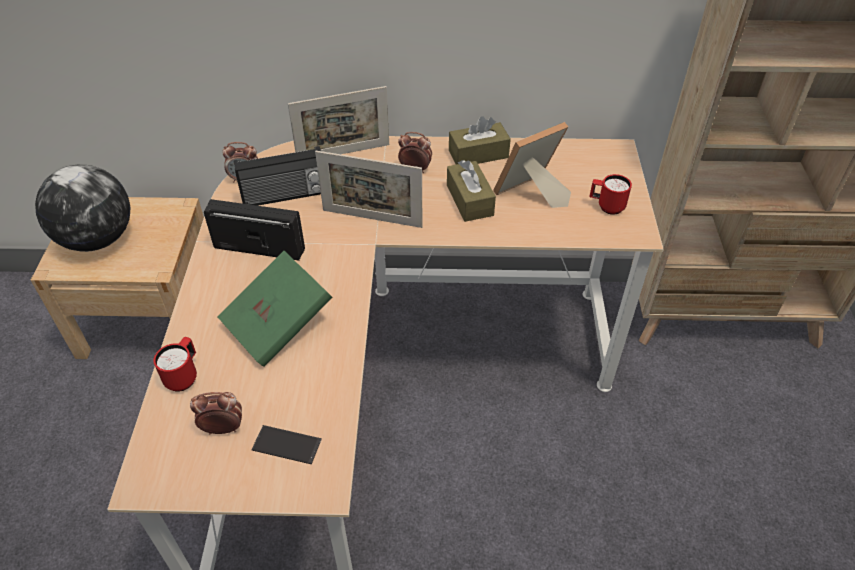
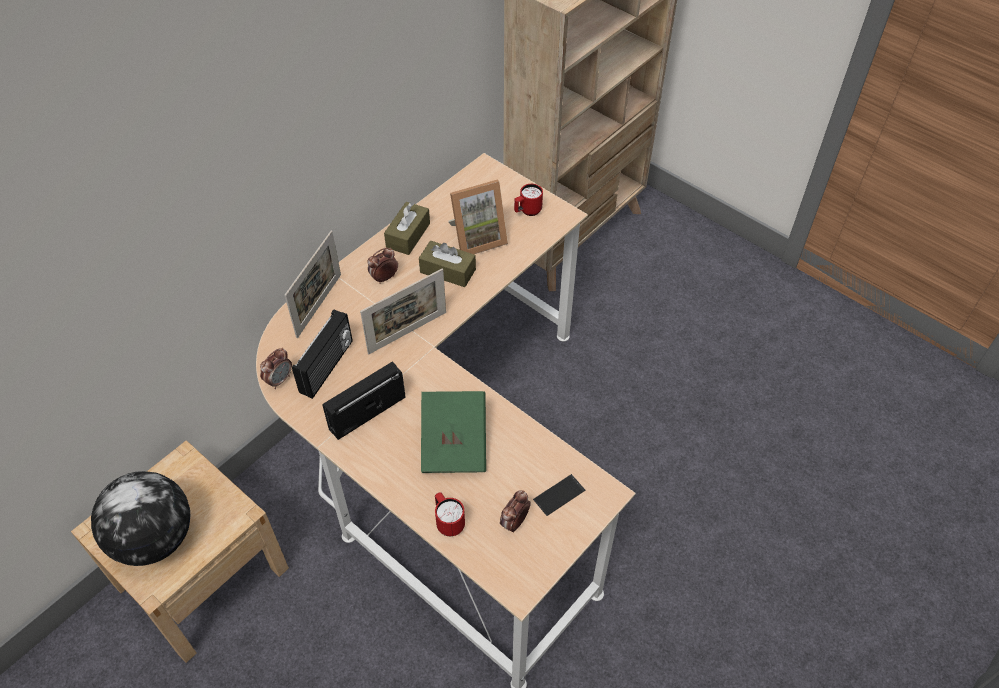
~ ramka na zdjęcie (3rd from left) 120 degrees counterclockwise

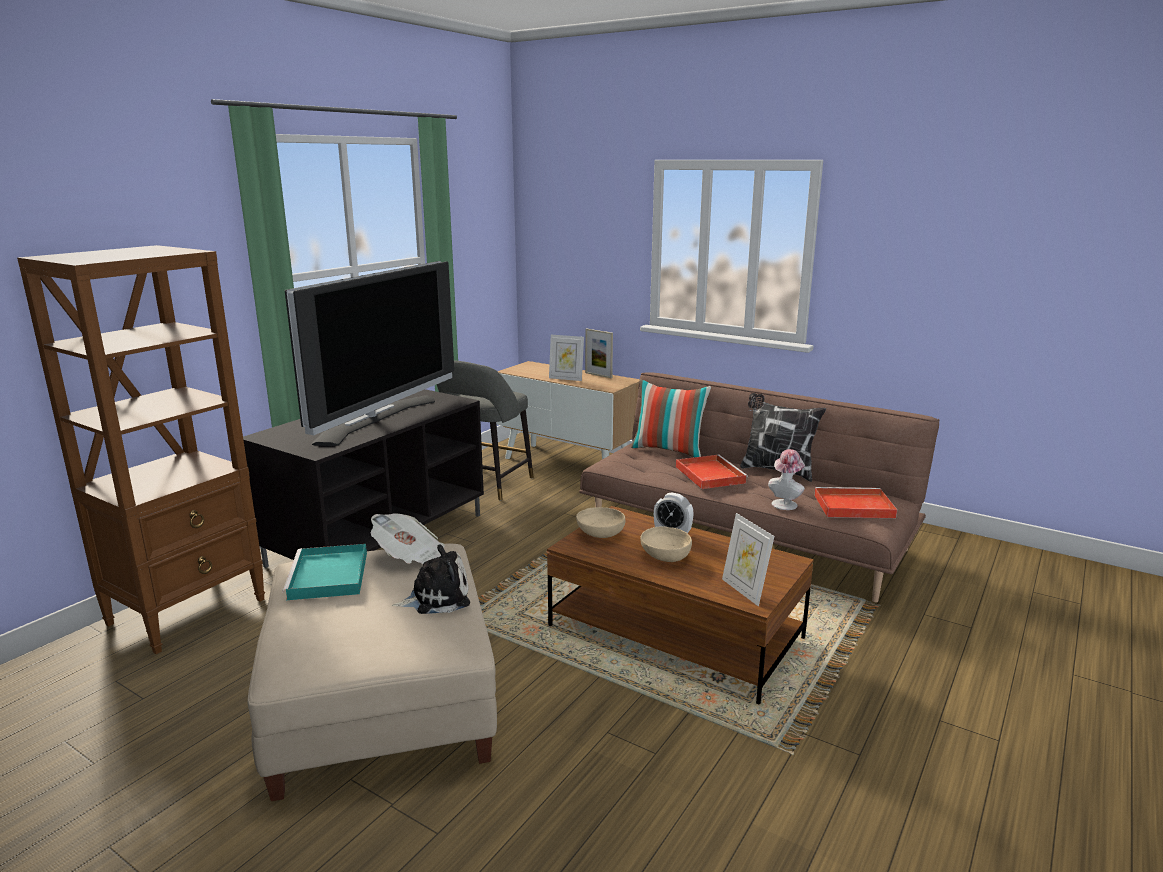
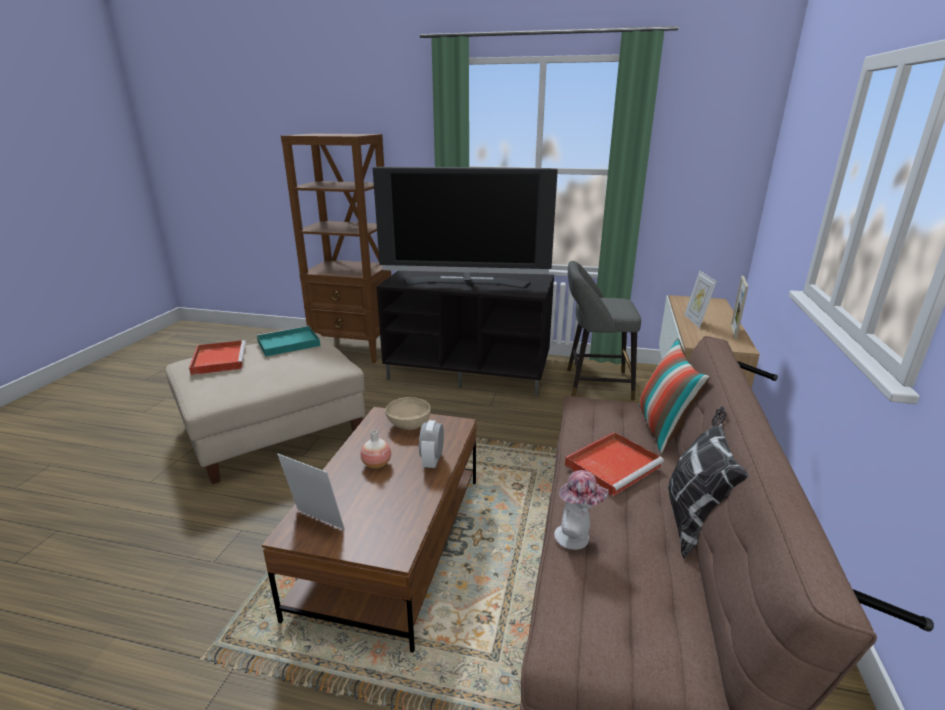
~ taca [czerwony] (2nd from left in the first image) to taca [czerwony] (1st from left)
~ ramka na zdjęcie (3rd from left in the first image) 75 degrees clockwise
~ miska [beżowy] (2nd from left) to wazon
- gazeta
- pluszak

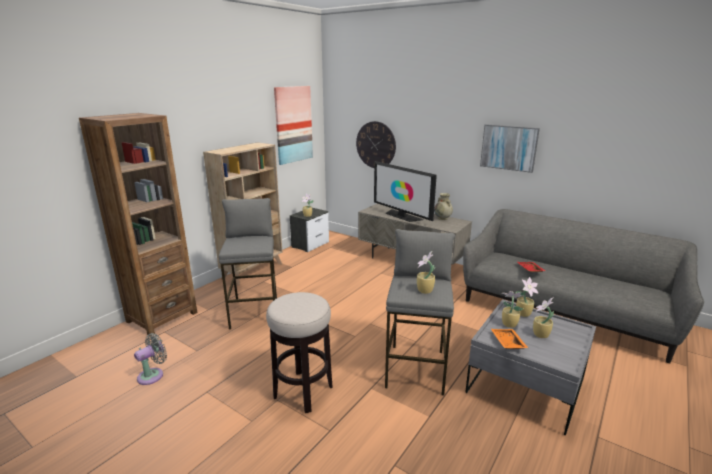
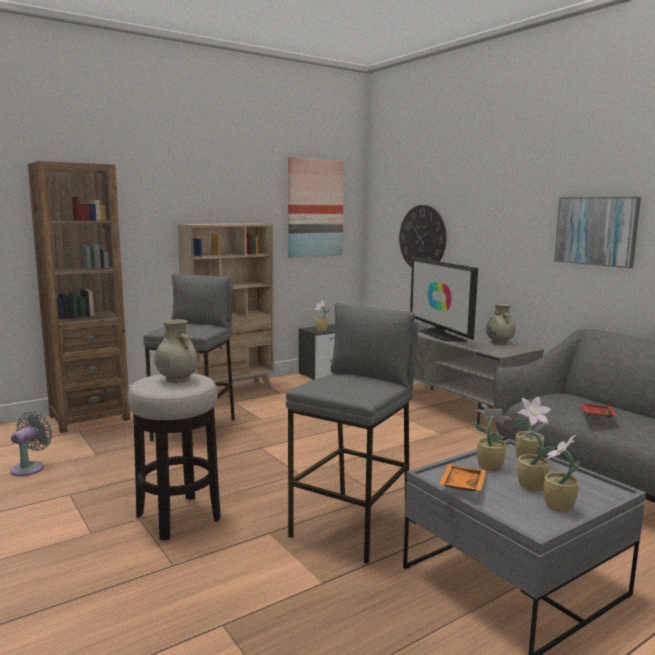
~ wentylator [szary] 45 degrees counterclockwise
+ wazon [beżowy] (1st from left)
~ roślina doniczkowa (2nd from left in the first image) to roślina doniczkowa (5th from left)

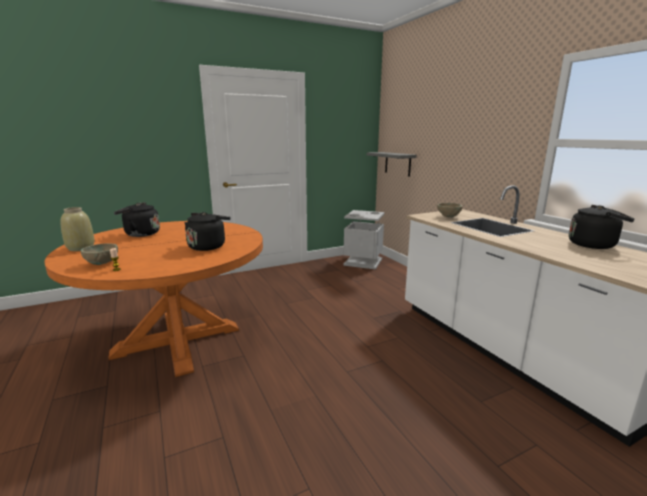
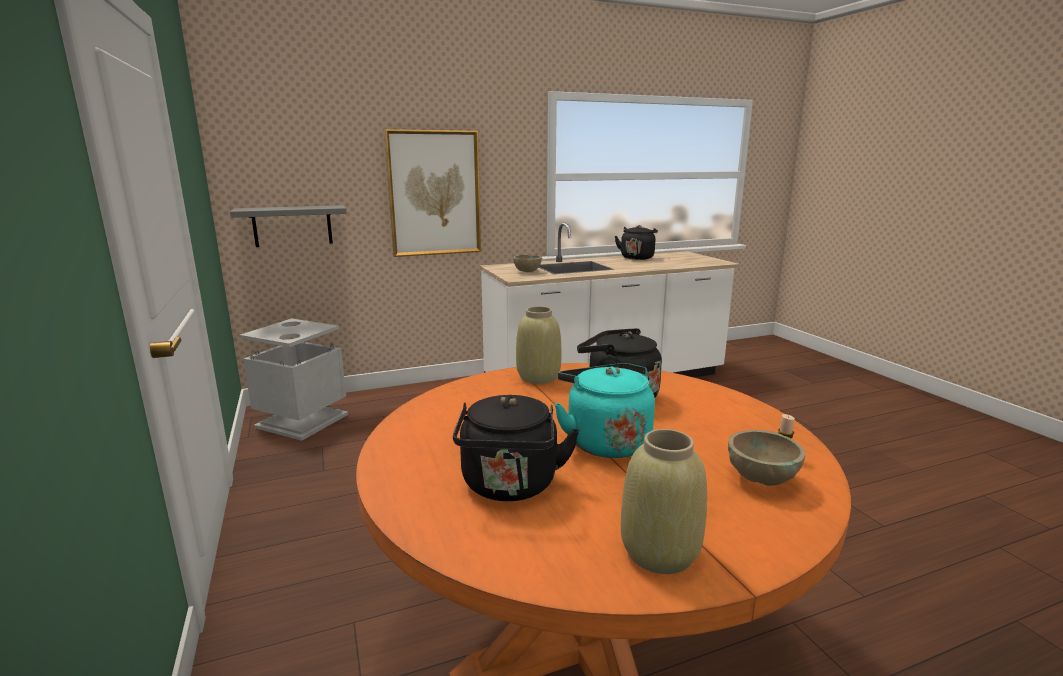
+ obraz
+ wazon [beżowy] (1st from left)
+ czajnik [turkusowy]

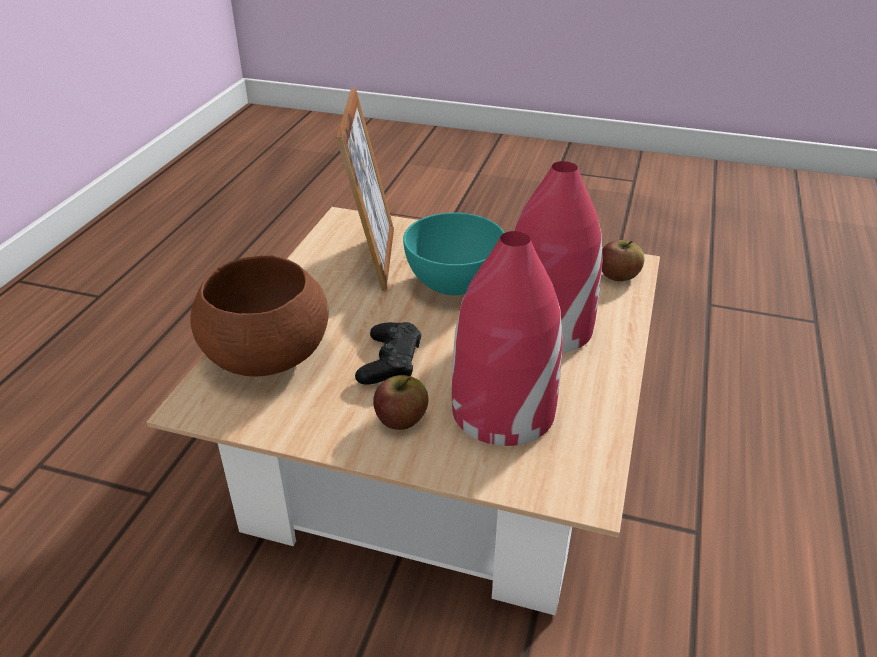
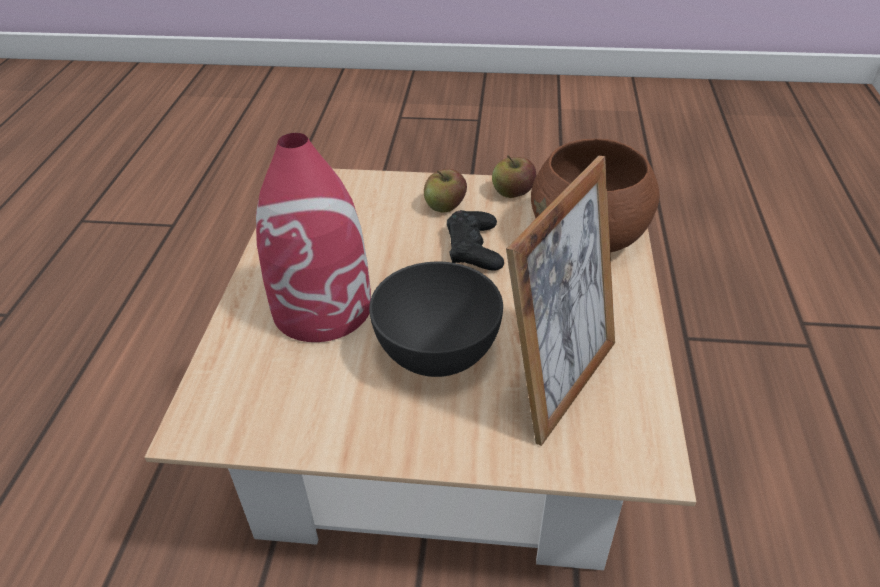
~ miska [turkusowy] to miska [szary]
~ jabłko (2nd from left)
~ ramka na zdjęcie 135 degrees counterclockwise
- wazon [czerwony] (1st from left)

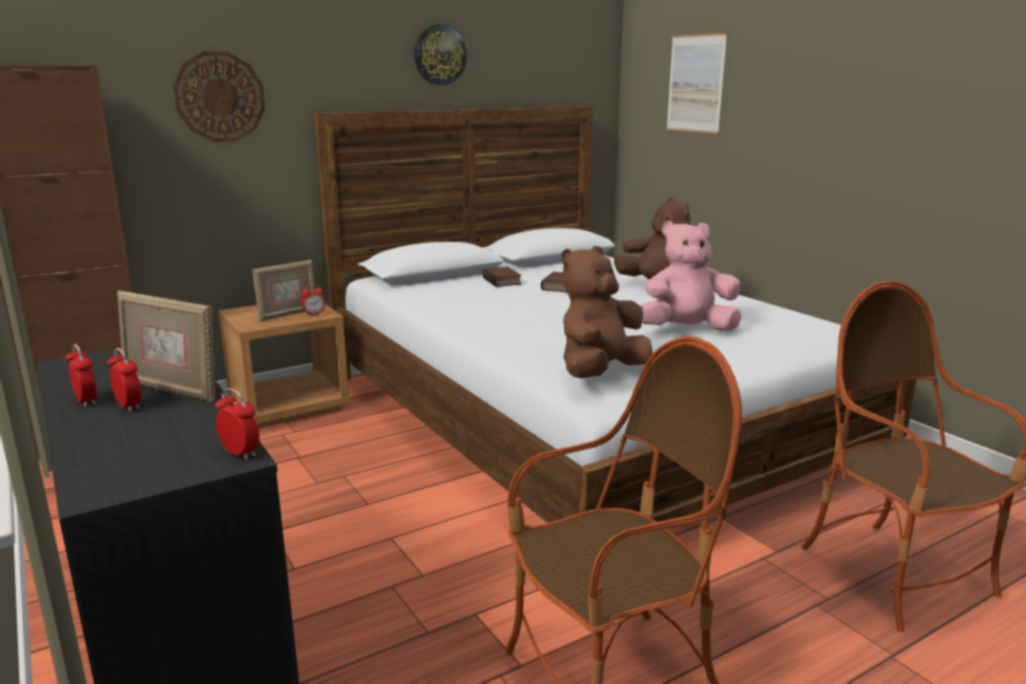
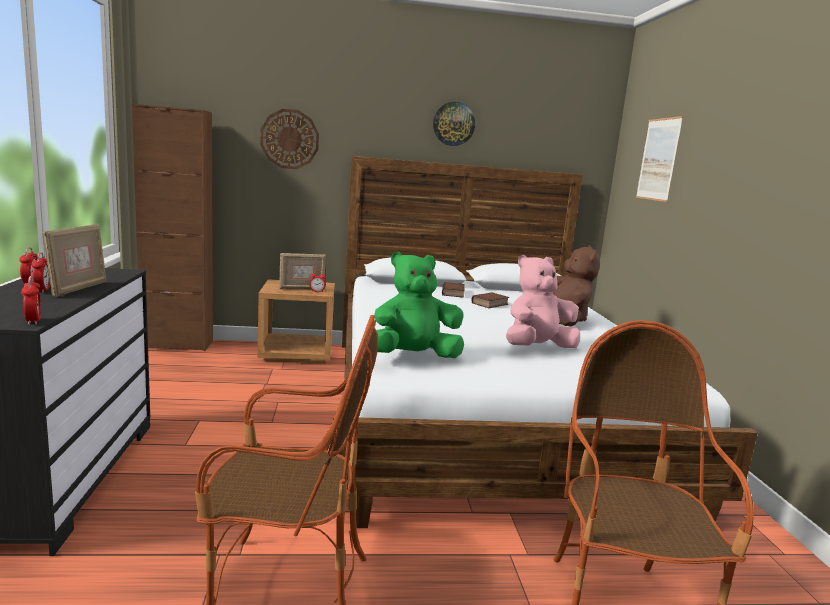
~ ramka na zdjęcie (1st from left) 135 degrees counterclockwise
~ pluszak [brązowy] (1st from left) to pluszak [zielony]
~ pluszak [różowy] 45 degrees counterclockwise

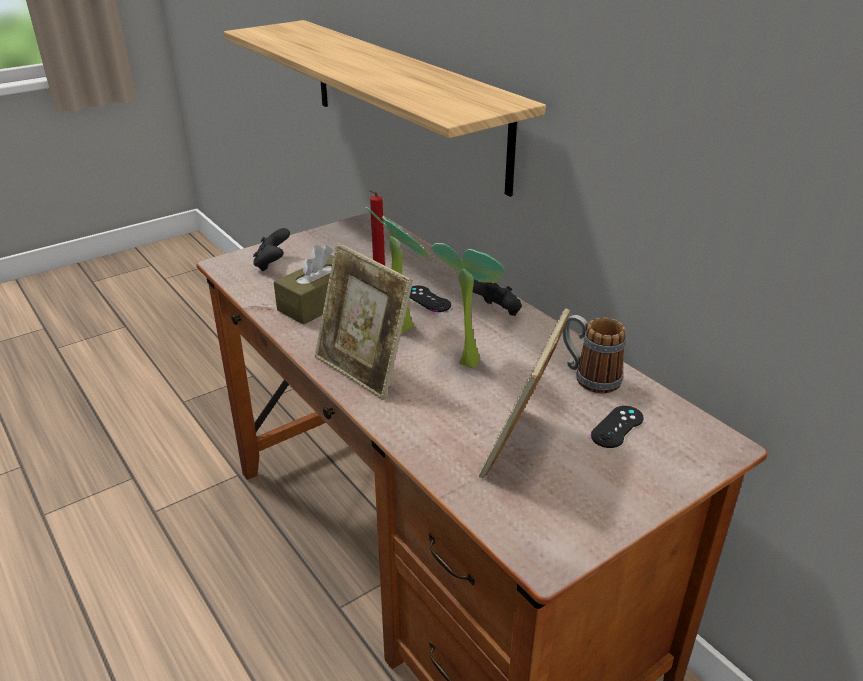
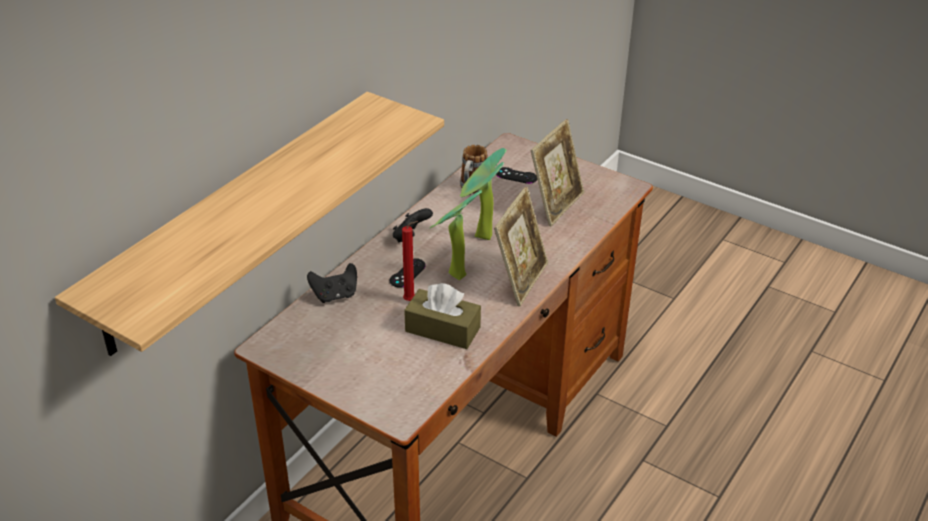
~ pad do gier [czarny] (1st from left)
~ ramka na zdjęcie (2nd from left) 60 degrees counterclockwise

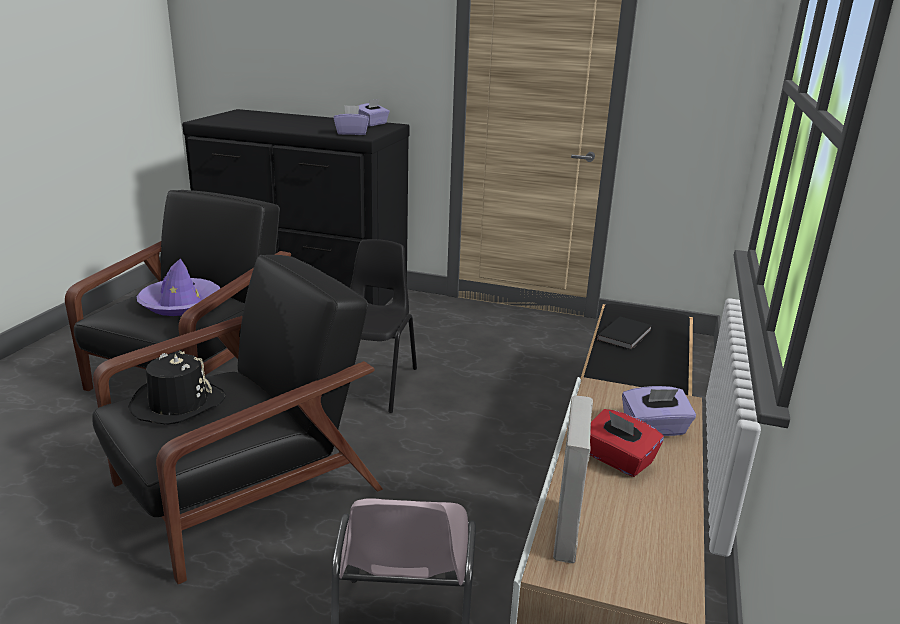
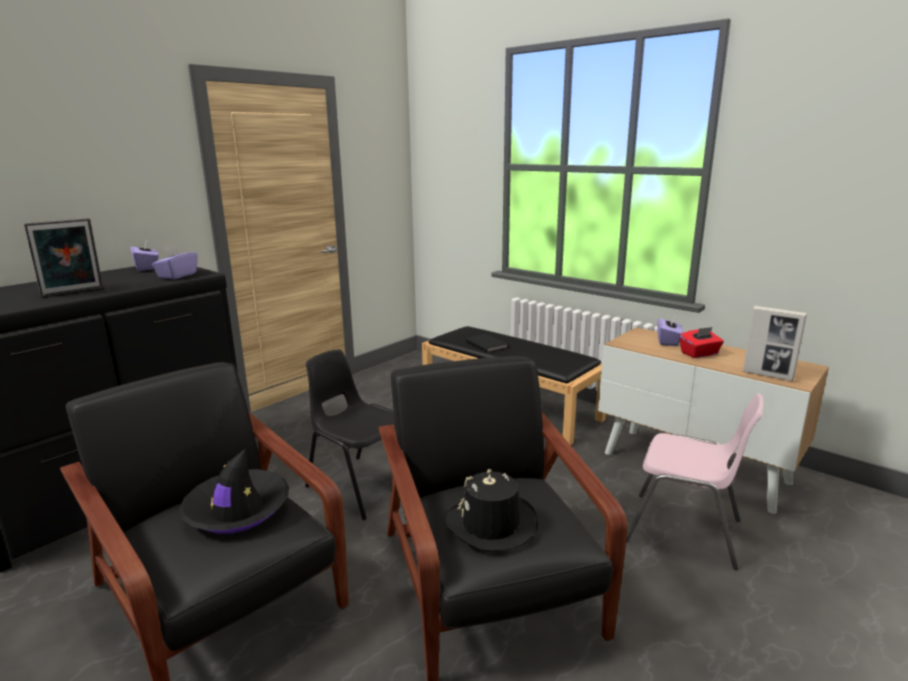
+ ramka na zdjęcie (1st from left)
~ kapelusz [fioletowy] to kapelusz [czarny] (1st from left)

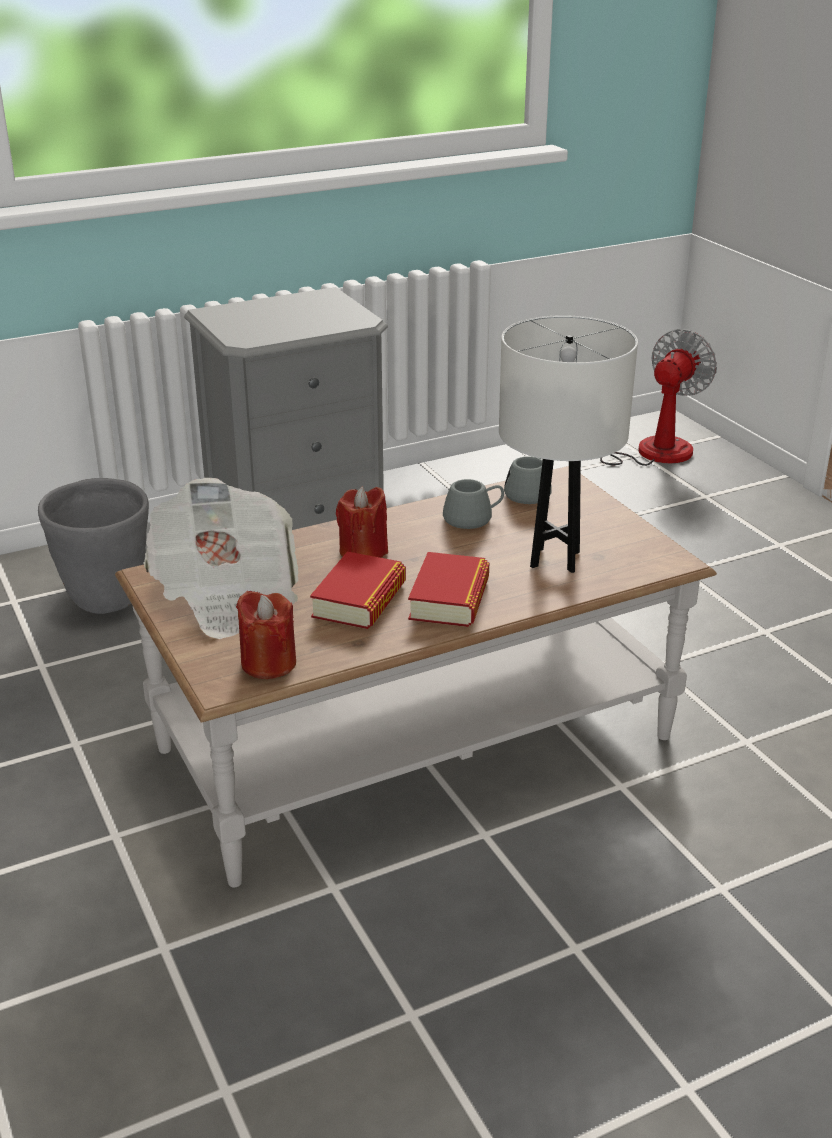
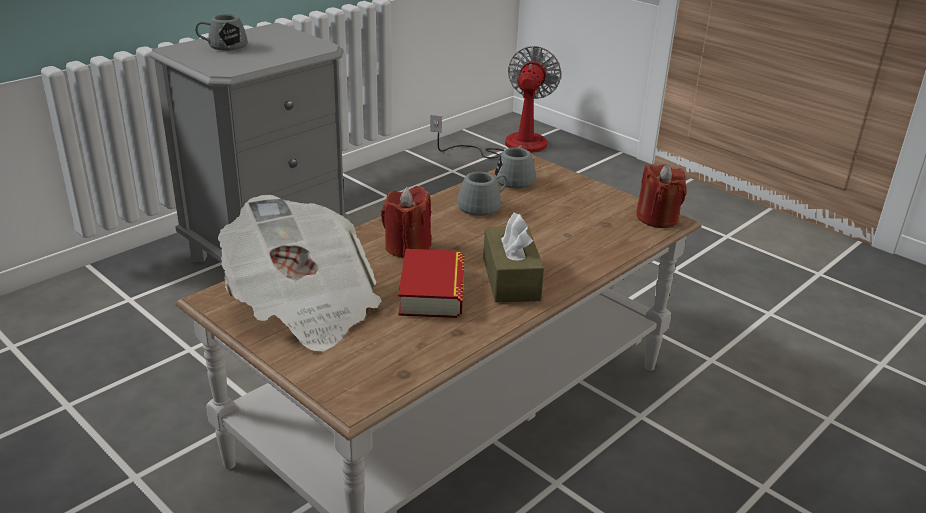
+ kubek [szary] (1st from left)
~ książka (2nd from left) to pudełko chusteczek [brązowy]
~ świeca [czerwony] (1st from left in the first image) to świeca [czerwony] (2nd from left)
- donica [szary]
- lampa stołowa [biały]

